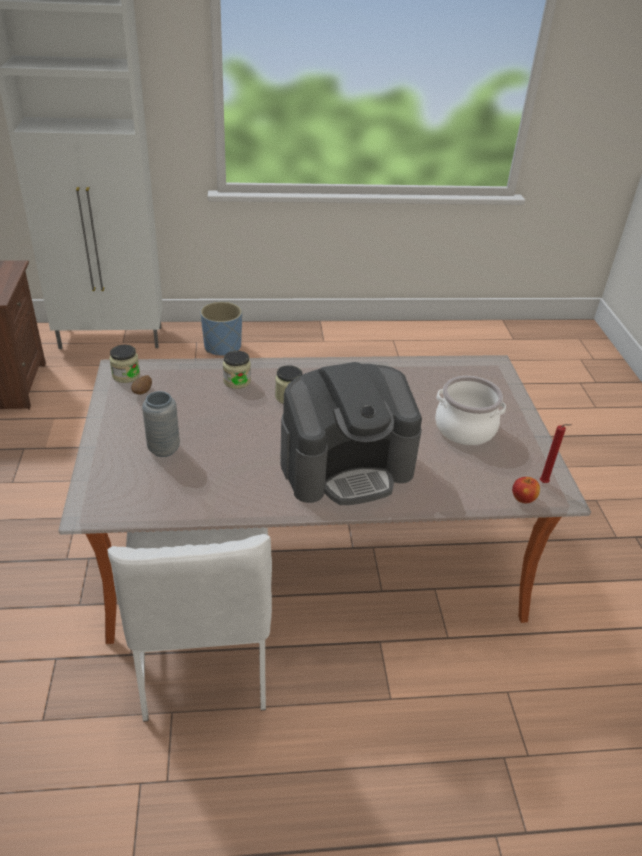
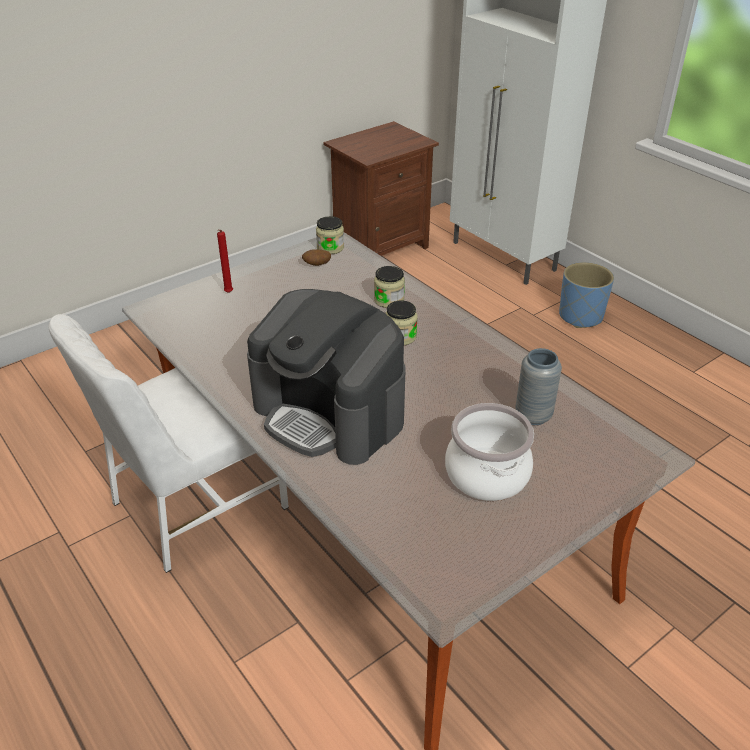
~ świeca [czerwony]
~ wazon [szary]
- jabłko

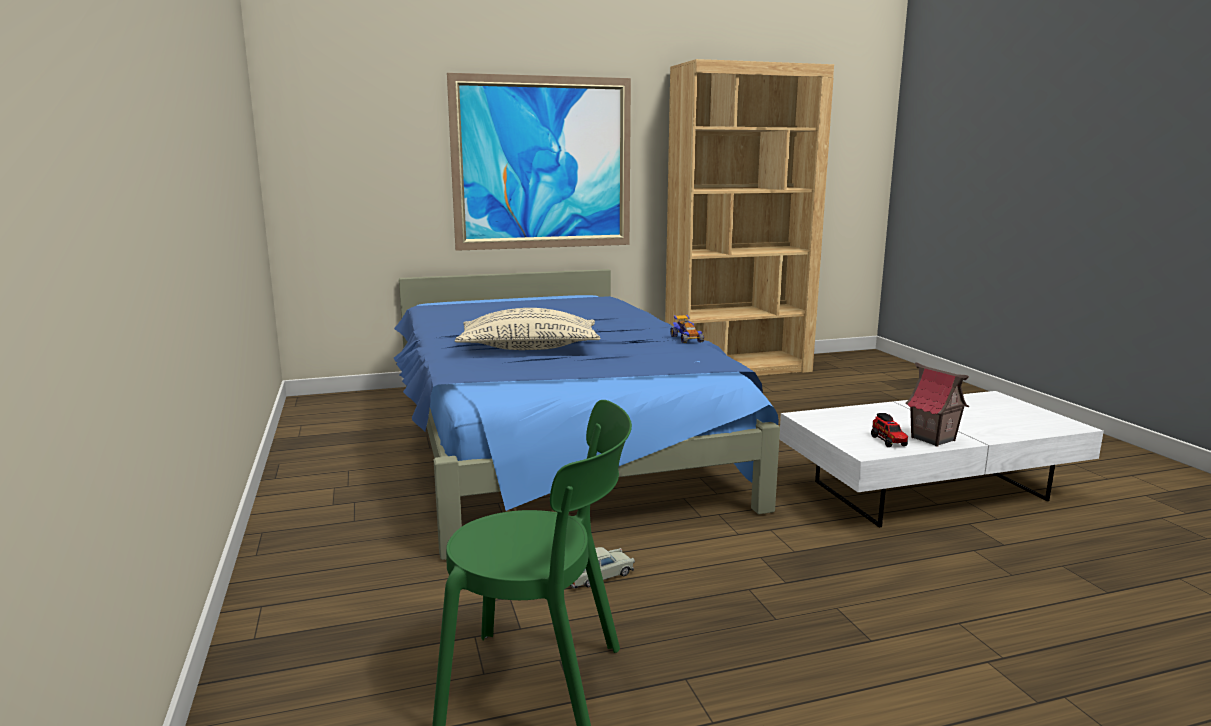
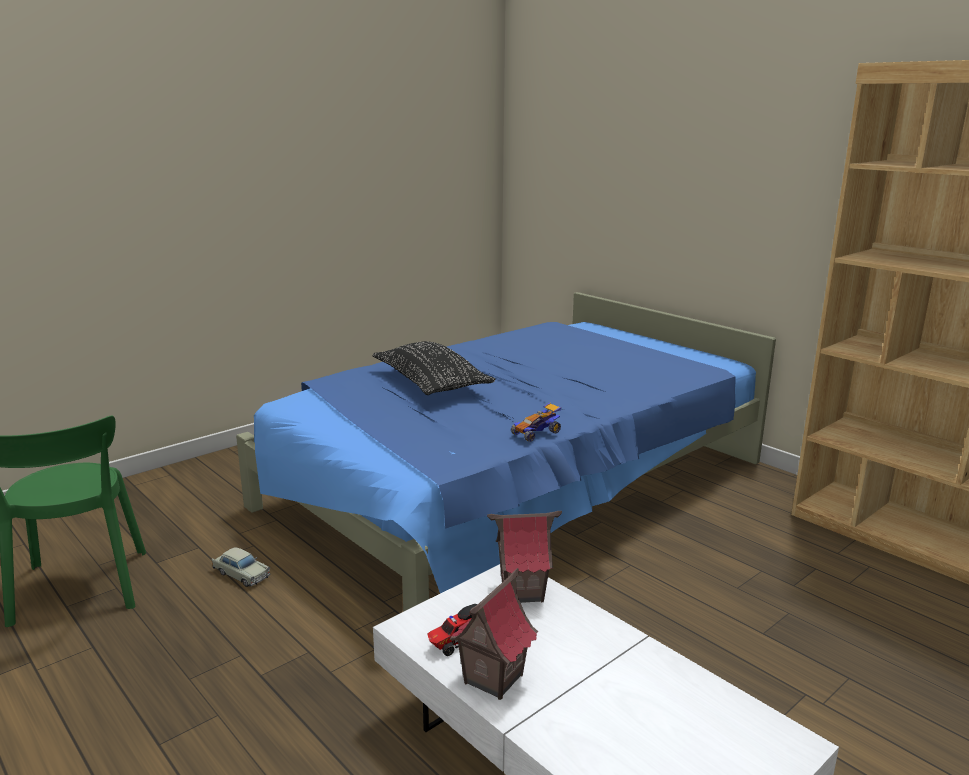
~ poduszka [beżowy] to poduszka [czarny]
+ domek (2nd from left)
- obraz

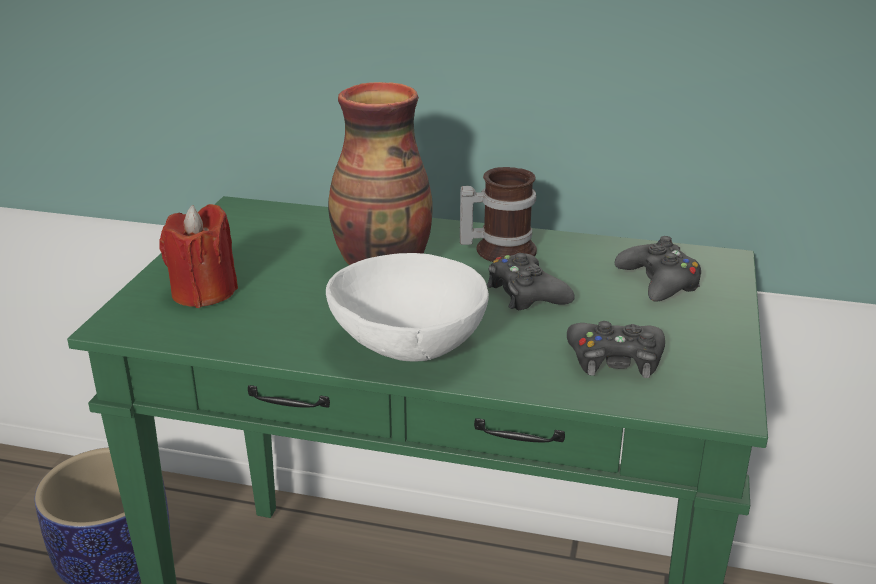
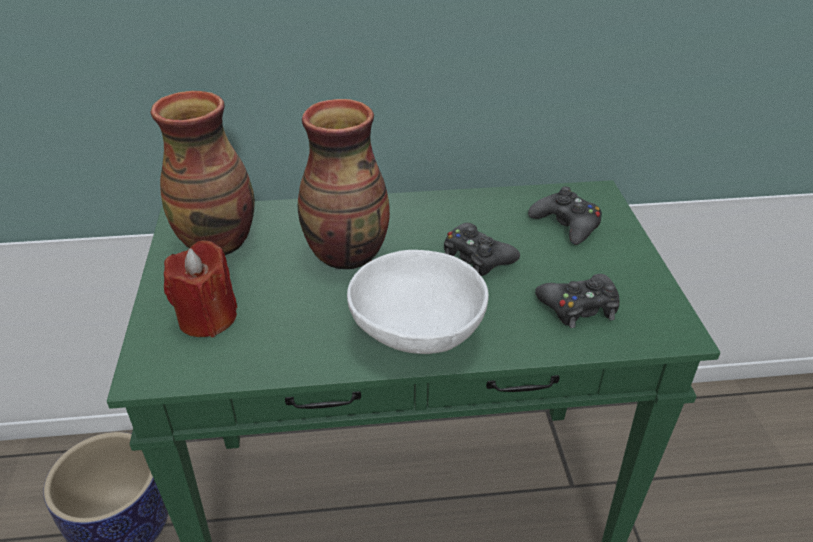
+ wazon (1st from left)
- kubek

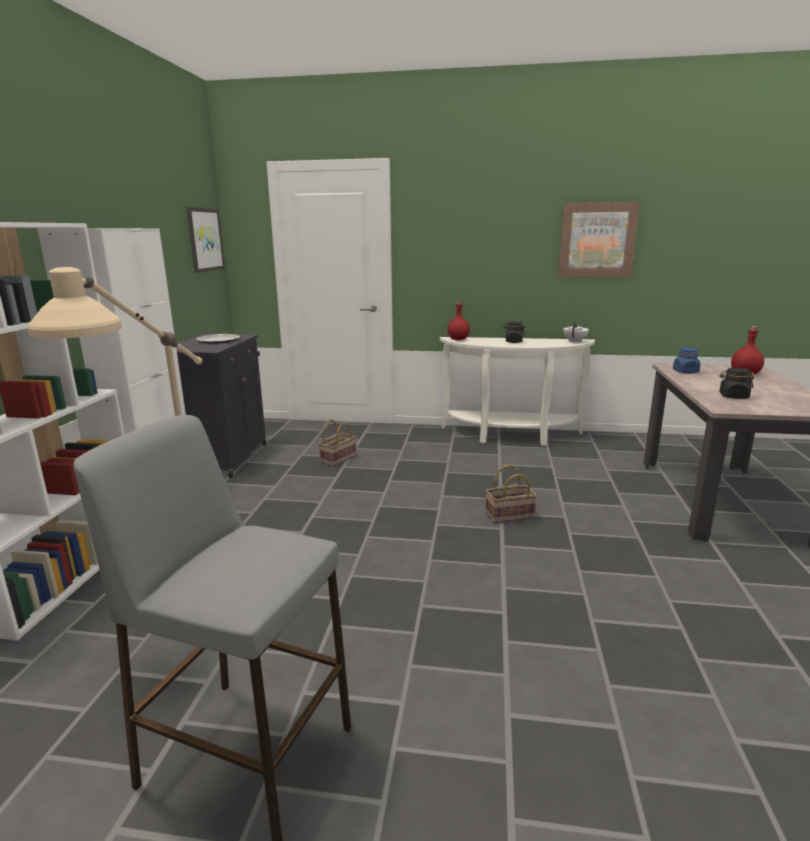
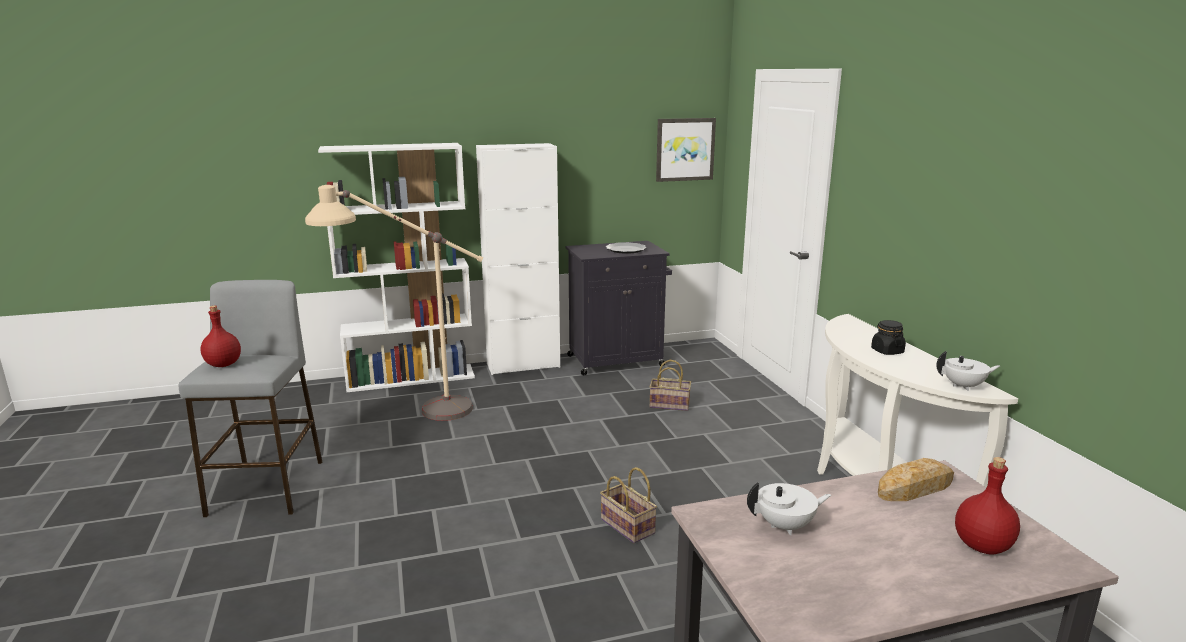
~ butelka [czerwony] (1st from left)
~ słoik [czarny] (2nd from left) to imbryk [biały] (1st from left)
~ słoik [niebieski] to chleb
- obraz (2nd from left)

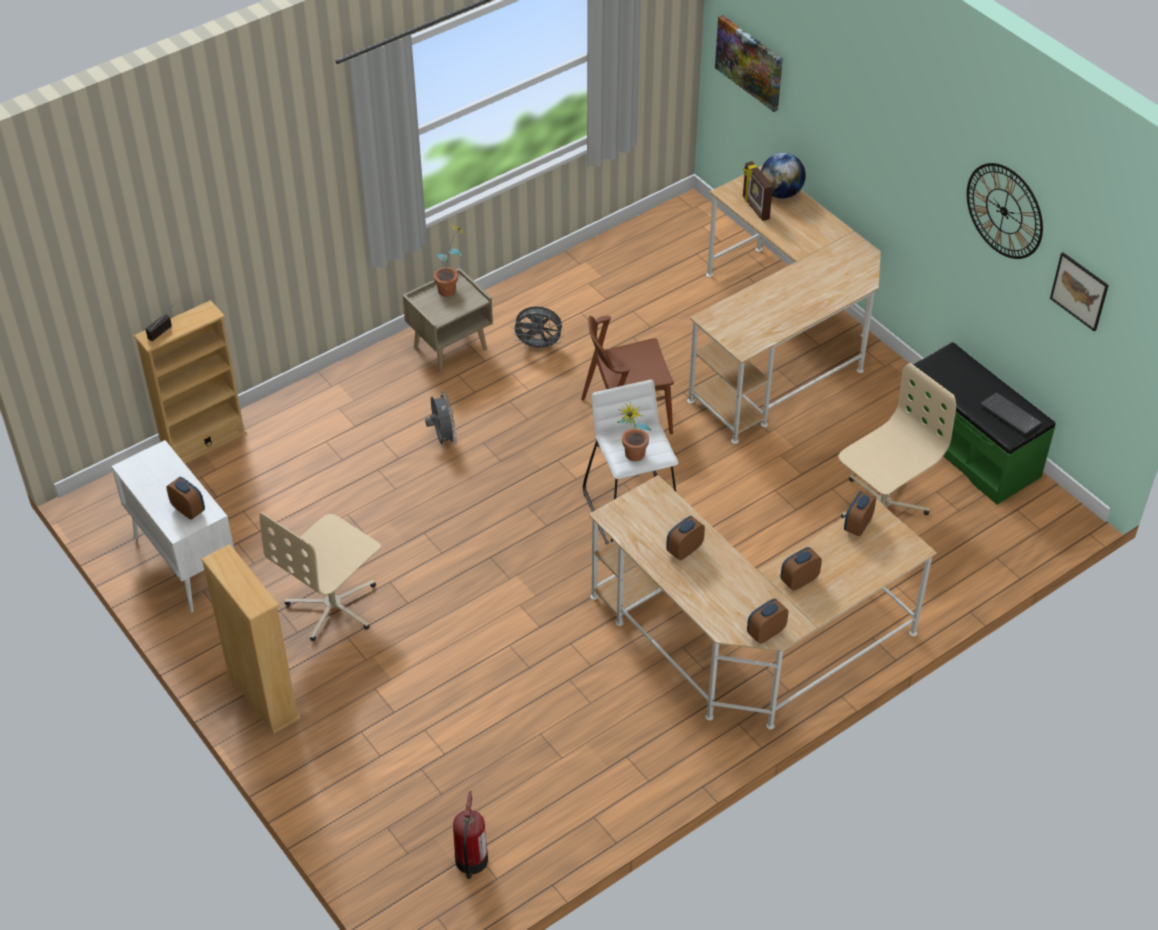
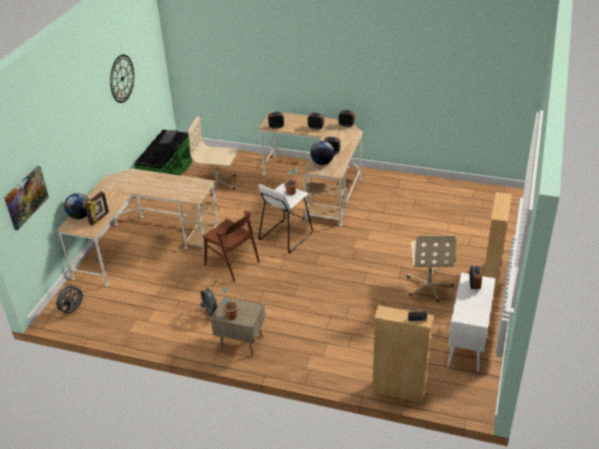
~ wentylator [szary] (1st from left)
+ globus (2nd from left)
~ krzesło biurowe [beżowy] (1st from left in the first image) 90 degrees clockwise
- gaśnica
- obraz (2nd from left)

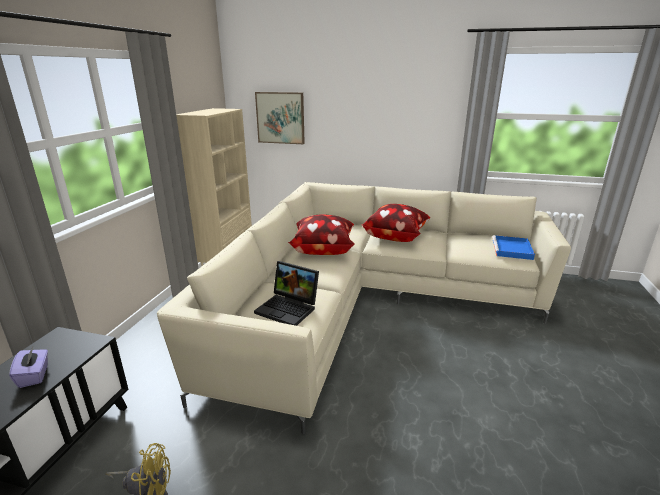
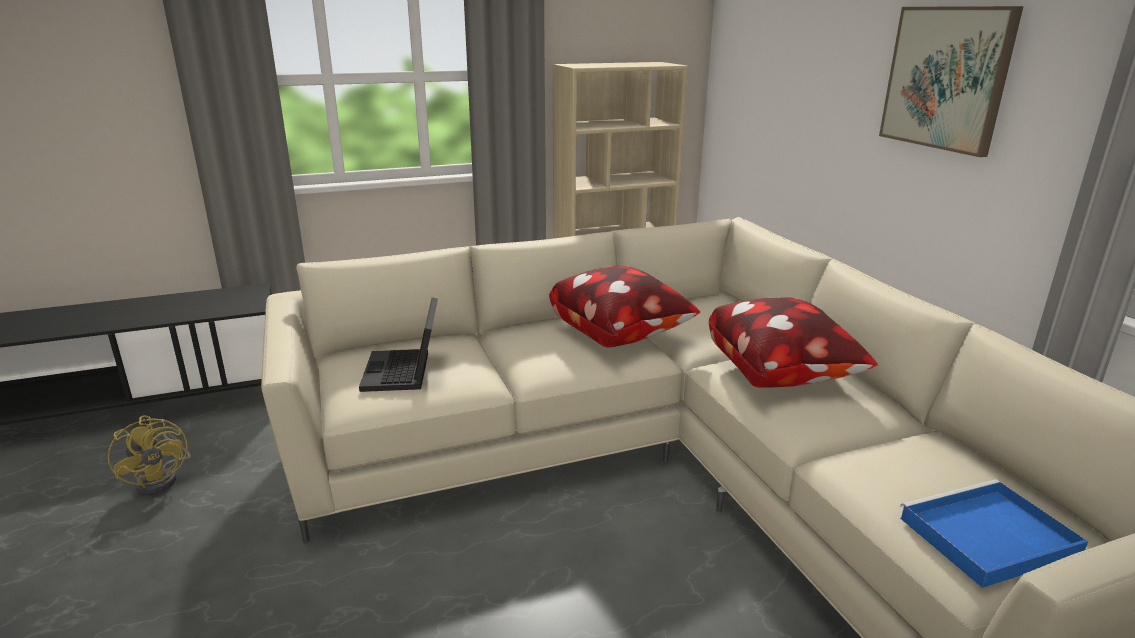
~ obraz
- pudełko chusteczek [fioletowy]

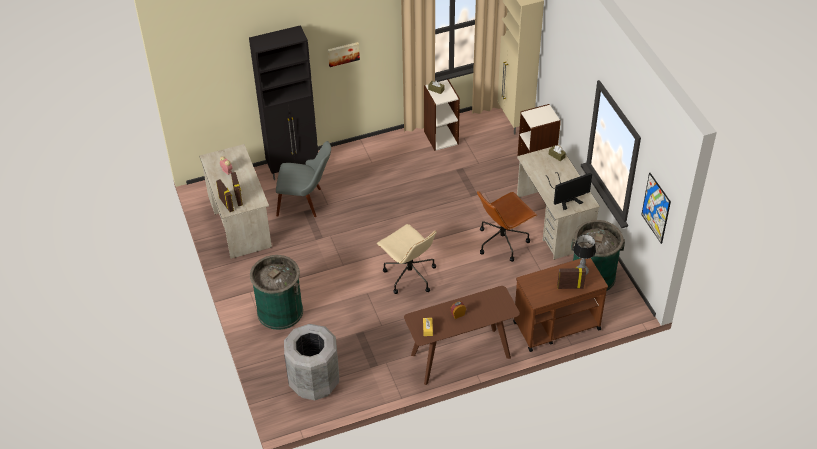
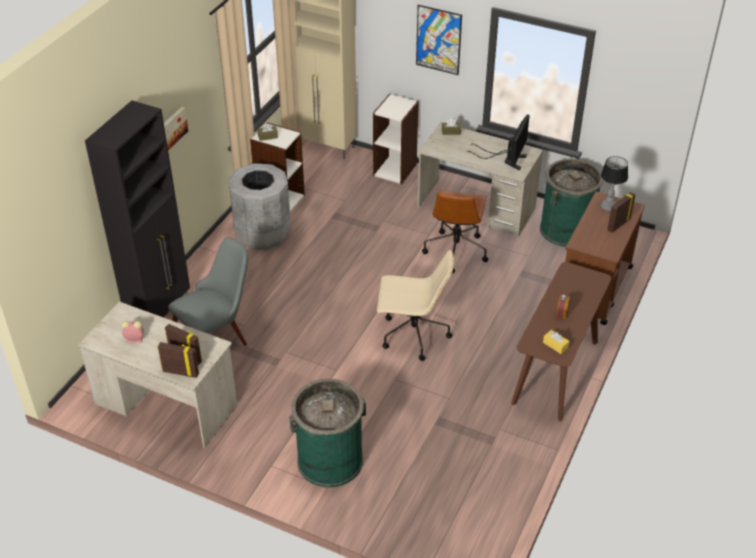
~ kosz na śmieci [szary]
~ obraz (2nd from left)

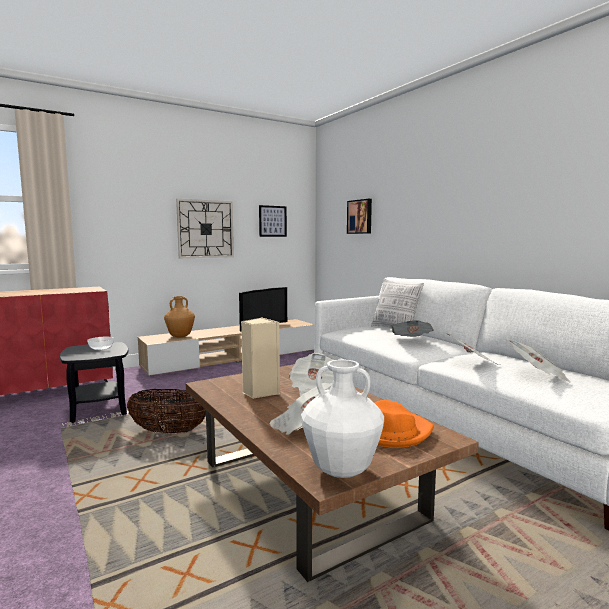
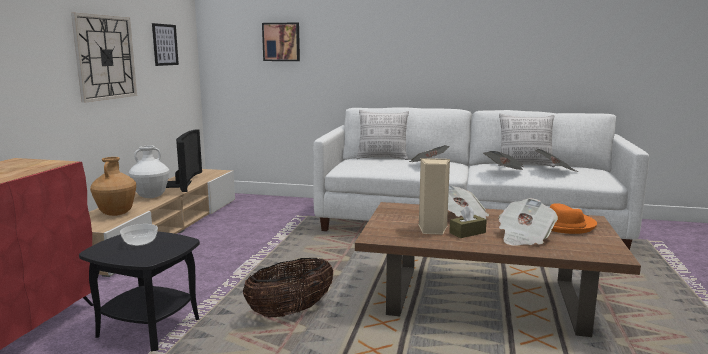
~ wazon [biały]
+ pudełko chusteczek [brązowy]
+ poduszka (2nd from left)

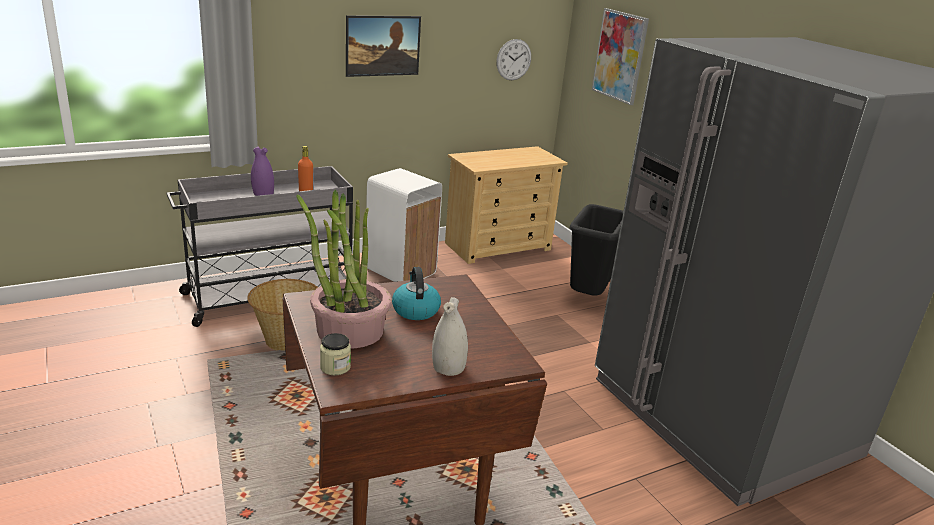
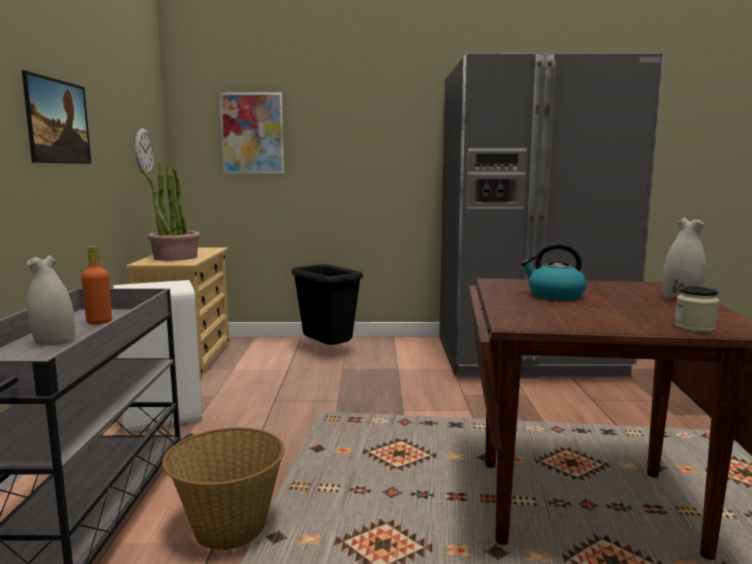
~ wazon [fioletowy] to wazon [biały] (1st from left)
~ roślina doniczkowa

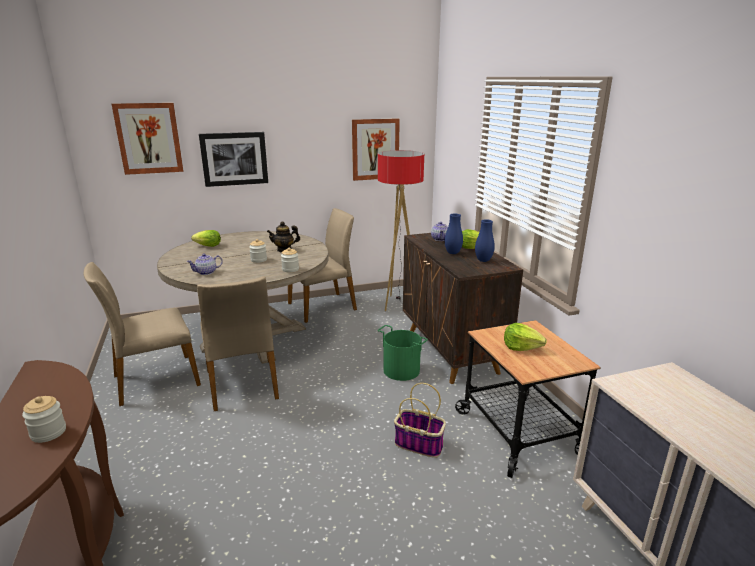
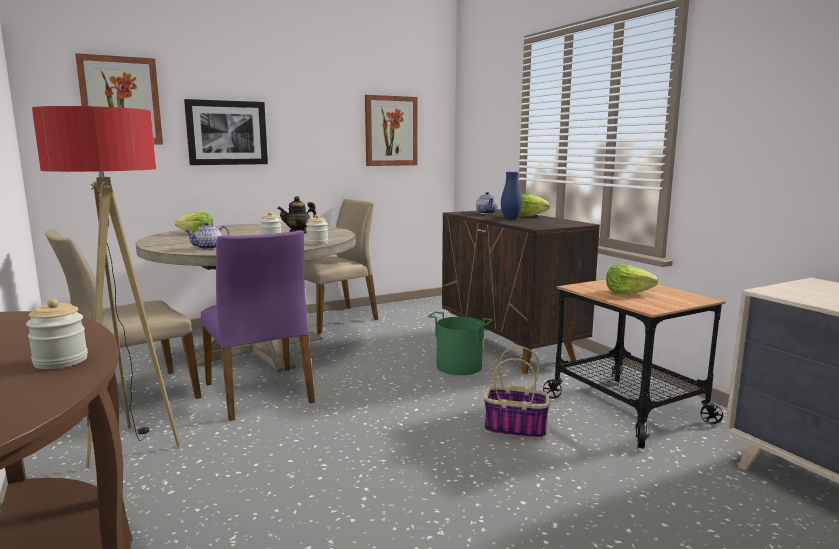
~ lampa stojąca
~ krzesło [beżowy] (2nd from left) to krzesło [fioletowy]
- wazon [niebieski] (2nd from left)

